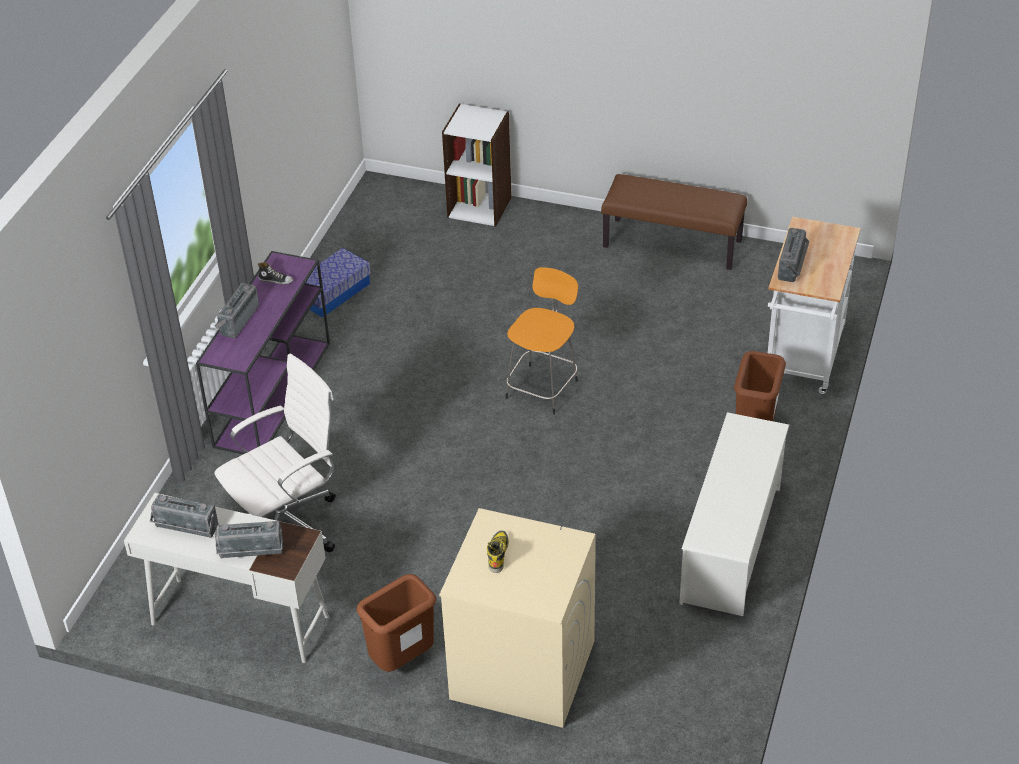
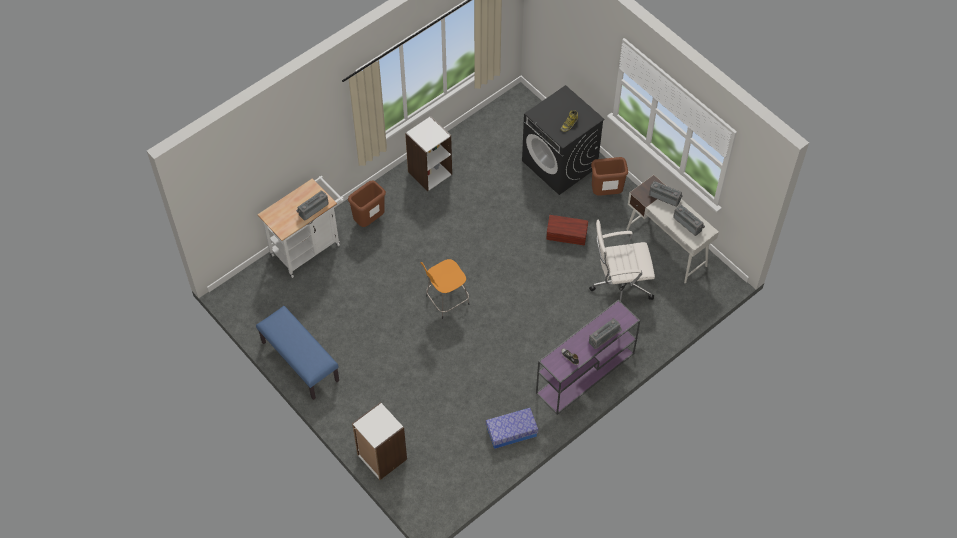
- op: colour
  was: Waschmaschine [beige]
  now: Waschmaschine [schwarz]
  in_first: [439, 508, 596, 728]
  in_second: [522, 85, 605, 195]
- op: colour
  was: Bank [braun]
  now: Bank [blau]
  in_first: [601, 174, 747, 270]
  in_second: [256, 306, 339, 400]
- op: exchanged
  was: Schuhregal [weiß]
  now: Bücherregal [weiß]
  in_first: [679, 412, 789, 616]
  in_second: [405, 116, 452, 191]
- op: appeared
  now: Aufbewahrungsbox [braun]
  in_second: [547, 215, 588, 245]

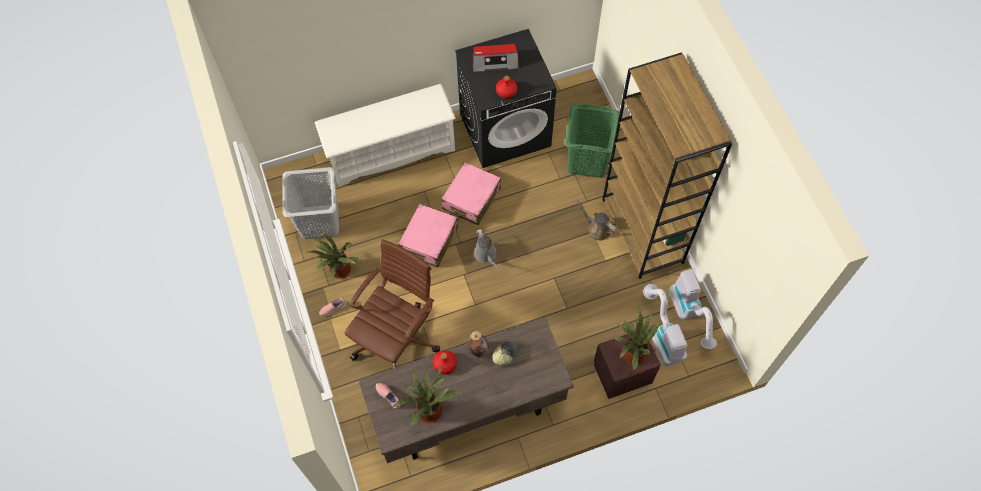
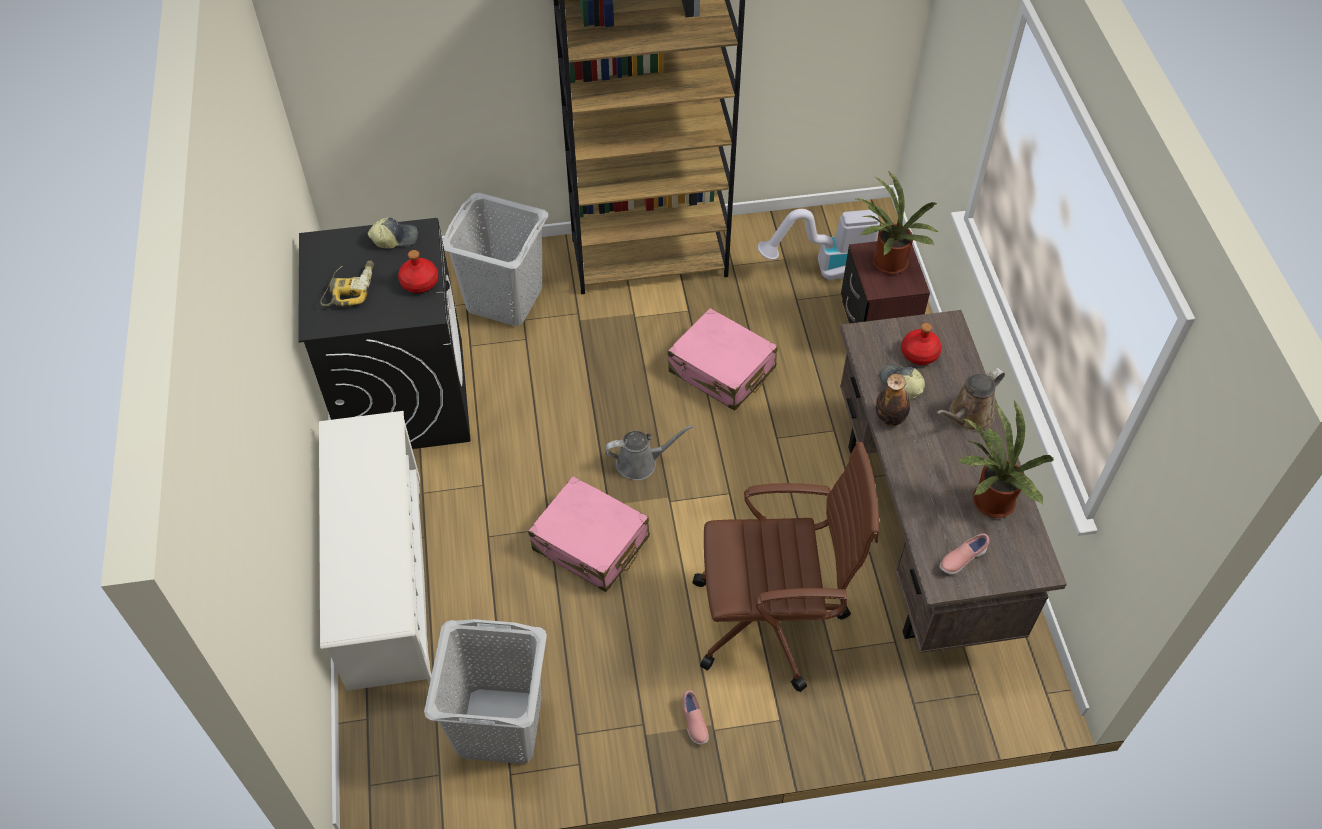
- op: missing
  was: Topfpflanze
  in_first: [306, 231, 360, 279]
- op: spun
  was: Bürostuhl [braun]
  in_first: [345, 240, 440, 369]
  in_second: [692, 442, 879, 692]
  clockwise: 135
- op: relocated
  was: Flasche [rot]
  in_first: [433, 351, 457, 375]
  in_second: [901, 323, 942, 365]
- op: relocated
  was: Koffer [rosa]
  in_first: [441, 162, 501, 225]
  in_second: [668, 308, 778, 411]
- op: exchanged
  was: Radio
  now: Bohrmaschine
  in_first: [473, 44, 519, 72]
  in_second: [320, 260, 374, 306]
- op: colour
  was: Wäschekorb [grün]
  now: Wäschekorb [grau]
  in_first: [565, 104, 620, 178]
  in_second: [442, 193, 548, 326]
- op: relocated
  was: Gießkanne [braun]
  in_first: [575, 198, 616, 241]
  in_second: [936, 368, 1005, 431]
- op: missing
  was: Staubsauger
  in_first: [669, 269, 717, 349]
- op: appeared
  now: Kappe
  in_second: [368, 217, 418, 249]

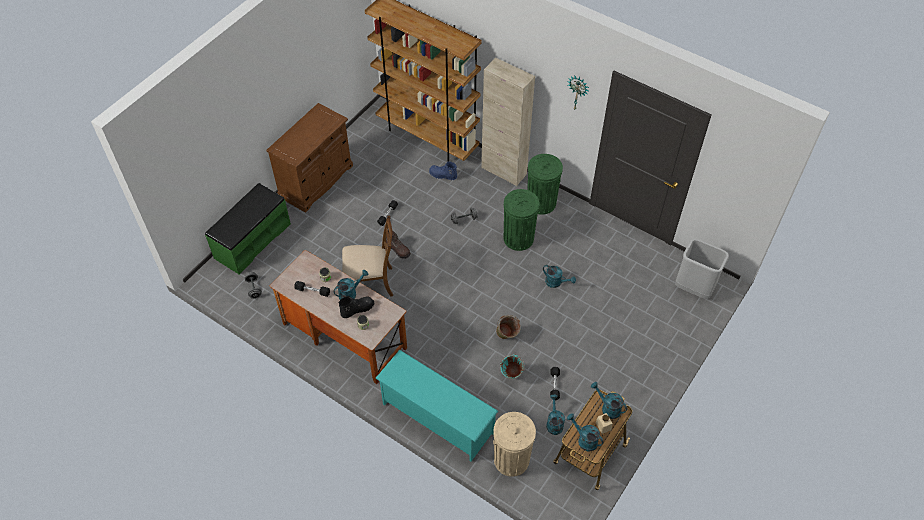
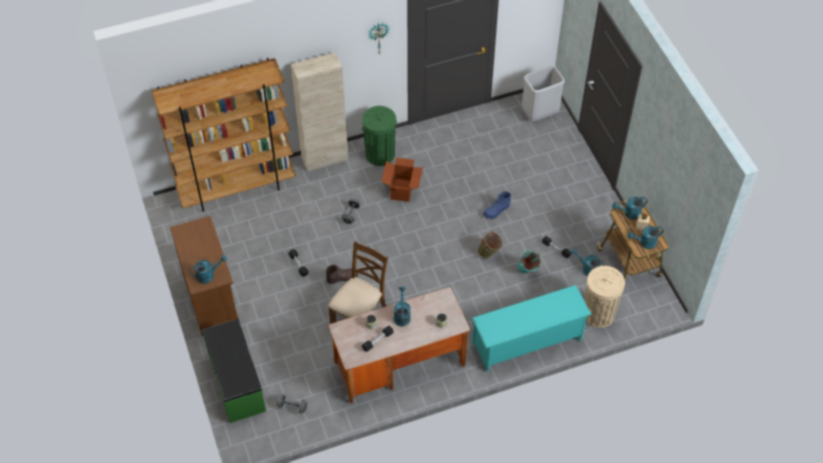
- op: missing
  was: Stiefel [schwarz]
  in_first: [339, 296, 374, 318]
- op: relocated
  was: Stiefel [blau]
  in_first: [429, 161, 457, 180]
  in_second: [483, 191, 512, 219]
- op: exchanged
  was: Mülleimer [grün]
  now: Karton
  in_first: [504, 189, 540, 251]
  in_second: [381, 157, 423, 202]
- op: relocated
  was: Gießkanne [türkis]
  in_first: [543, 265, 576, 288]
  in_second: [190, 255, 227, 284]

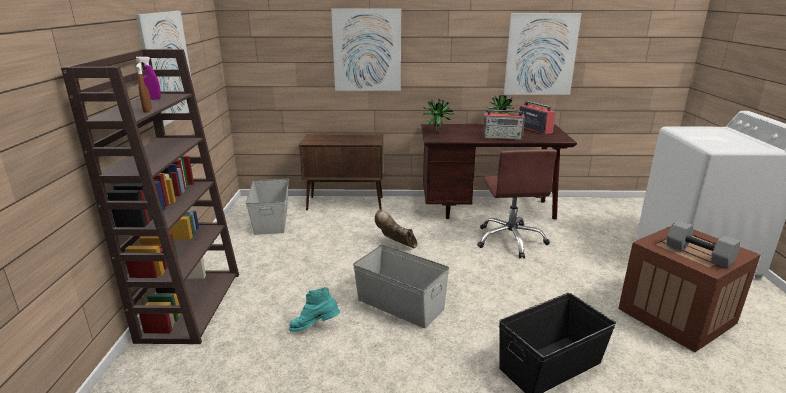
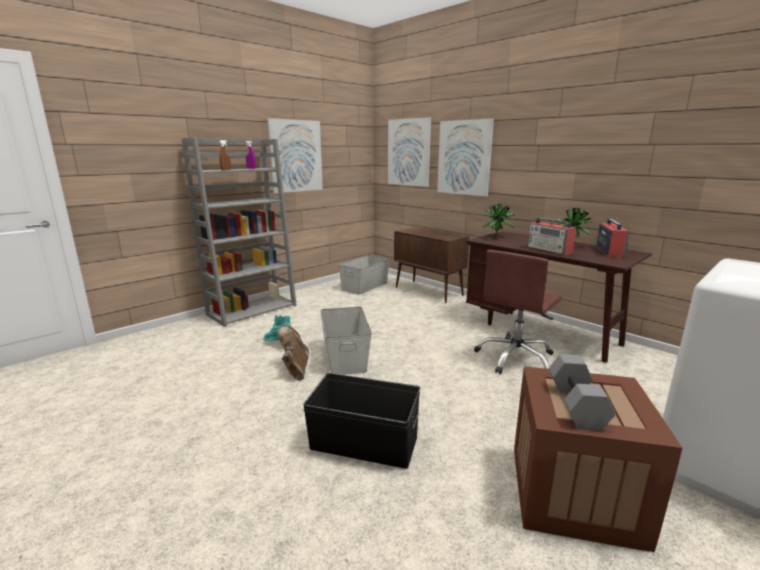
- op: colour
  was: Bücherregal [braun]
  now: Bücherregal [grau]
  in_first: [61, 49, 239, 344]
  in_second: [182, 138, 297, 327]
- op: relocated
  was: Stiefel [braun]
  in_first: [375, 209, 417, 248]
  in_second: [277, 325, 309, 381]
- op: relocated
  was: Bild
  in_first: [504, 13, 582, 95]
  in_second: [388, 117, 431, 187]

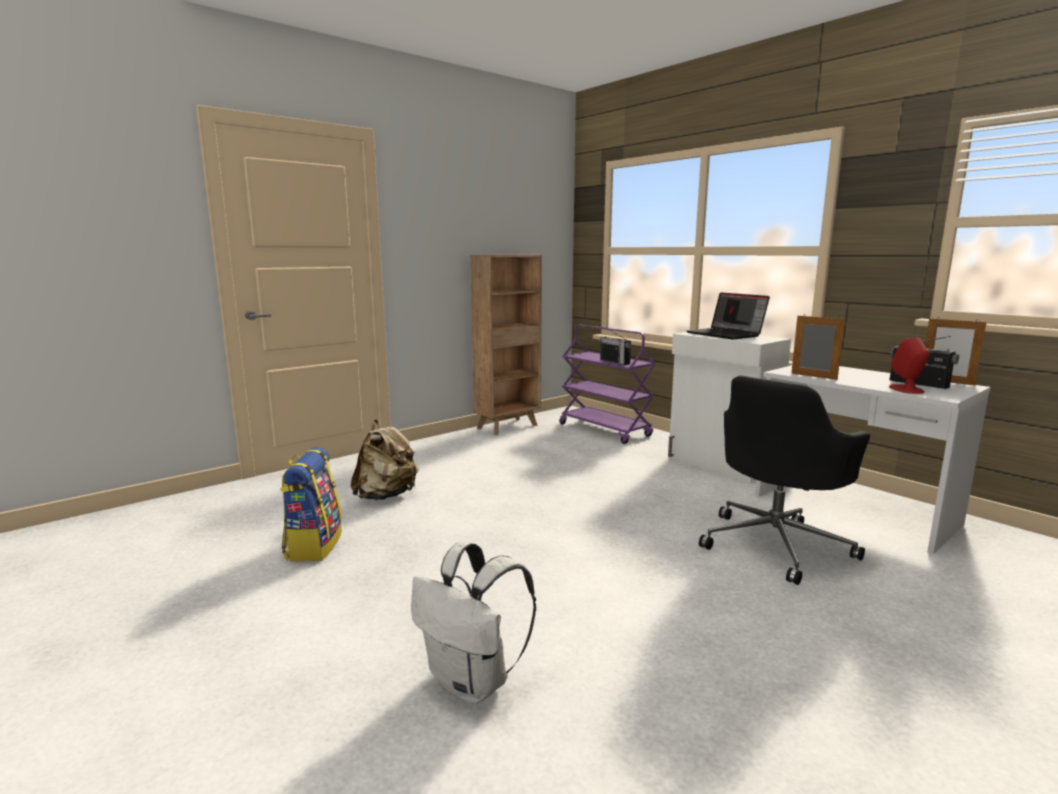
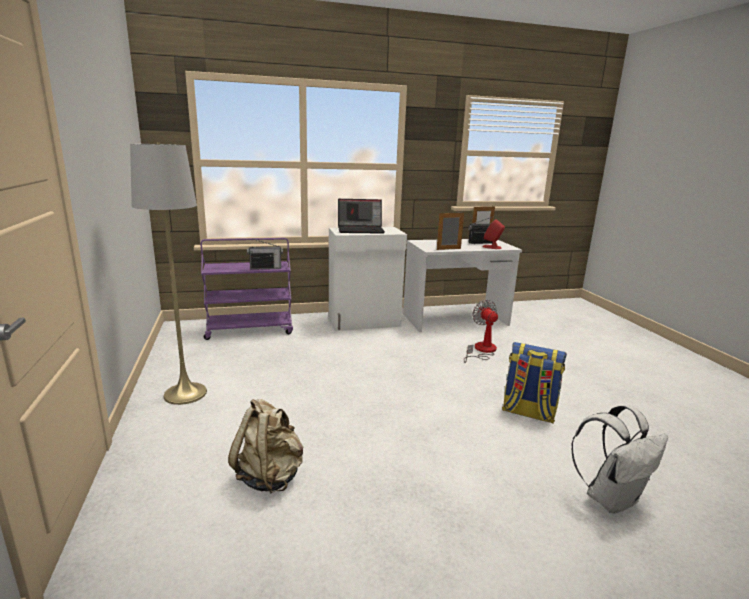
- op: relocated
  was: Rucksack
  in_first: [280, 447, 342, 561]
  in_second: [502, 342, 567, 423]
- op: missing
  was: Bücherregal [braun]
  in_first: [470, 255, 542, 435]
- op: exchanged
  was: Bürostuhl [schwarz]
  now: Ventilator
  in_first: [699, 376, 870, 585]
  in_second: [464, 300, 498, 363]
- op: appeared
  now: Stehlampe [grau]
  in_second: [130, 142, 207, 405]

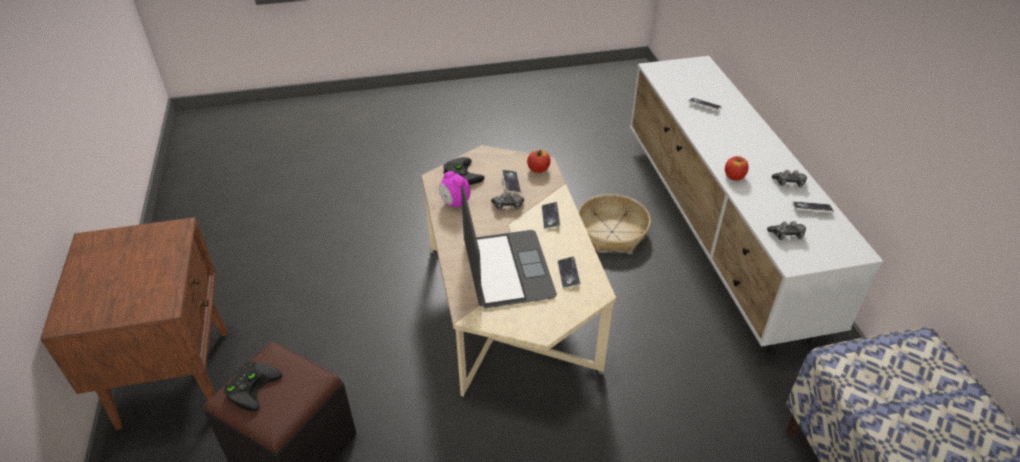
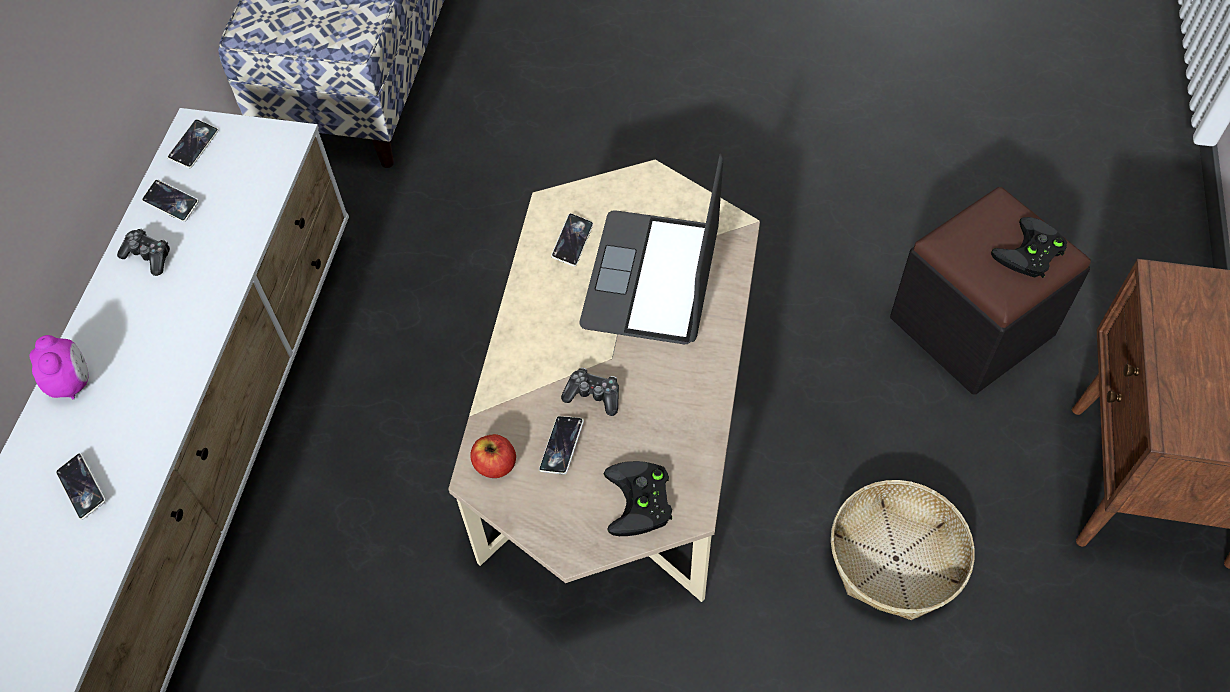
- op: relocated
  was: Wecker
  in_first: [439, 171, 471, 207]
  in_second: [29, 335, 89, 399]
- op: relocated
  was: Handy
  in_first: [541, 202, 561, 229]
  in_second: [167, 119, 218, 168]
- op: relocated
  was: Korb
  in_first: [578, 194, 651, 252]
  in_second: [831, 480, 975, 620]
- op: missing
  was: Apfel
  in_first: [725, 156, 749, 181]
- op: missing
  was: Gamepad
  in_first: [767, 221, 806, 240]

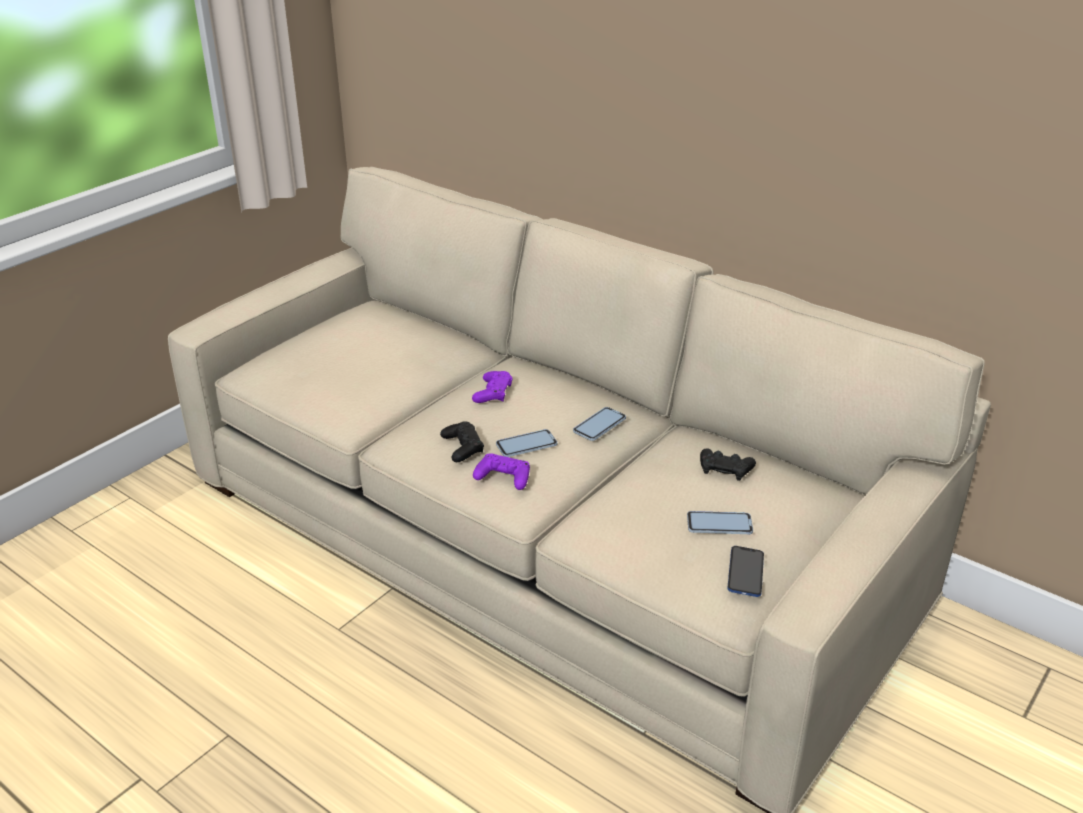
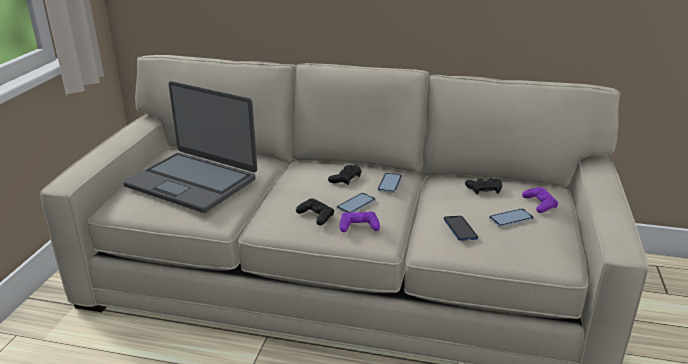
- op: relocated
  was: Gamepad [lila]
  in_first: [472, 371, 512, 403]
  in_second: [522, 187, 558, 213]
- op: relocated
  was: Handy
  in_first: [727, 546, 764, 597]
  in_second: [444, 216, 478, 241]
- op: appeared
  now: Laptop
  in_second: [123, 81, 257, 213]
- op: appeared
  now: Gamepad [schwarz]
  in_second: [328, 165, 362, 185]

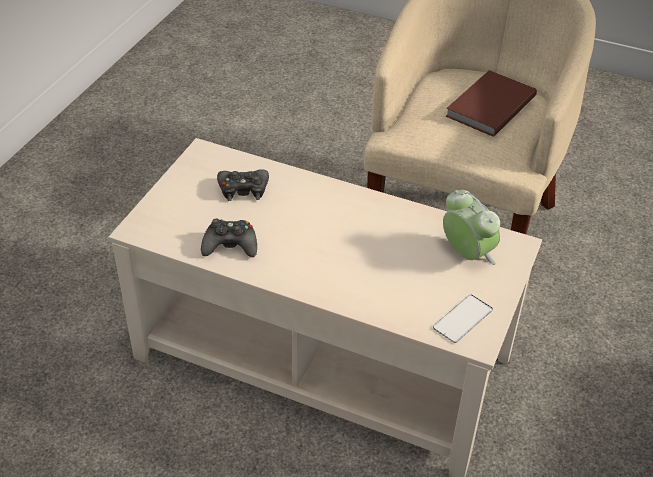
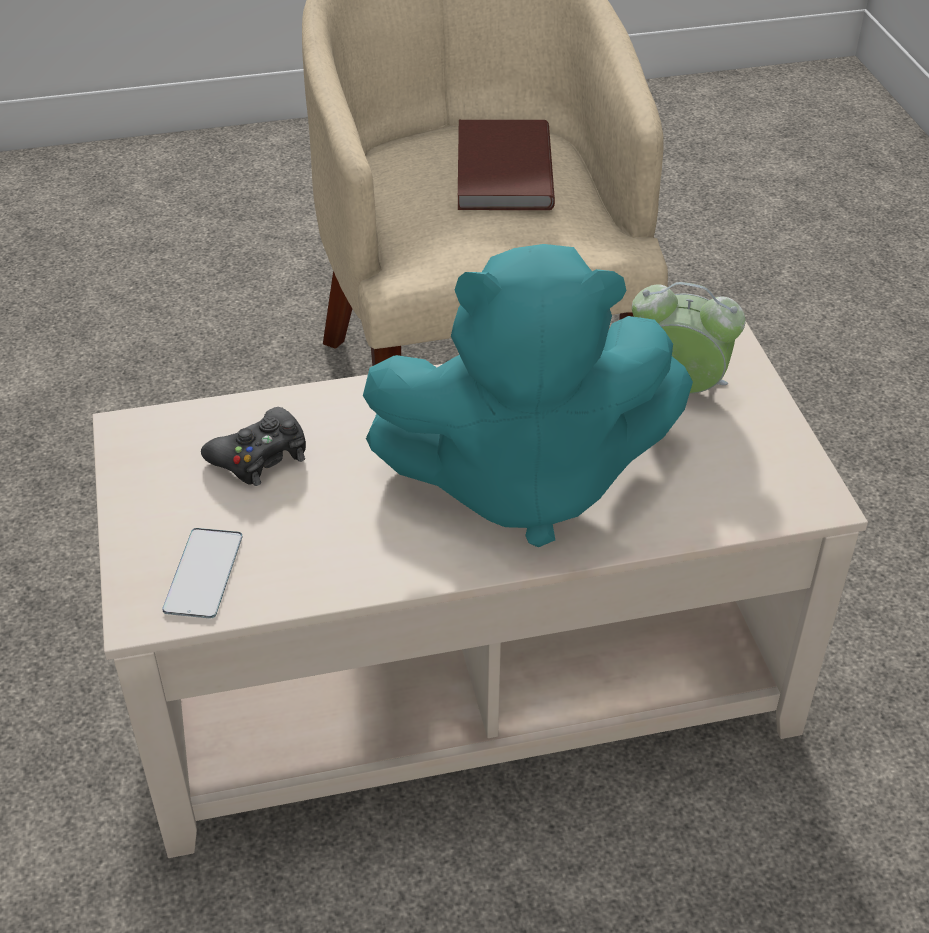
- op: missing
  was: Gamepad [schwarz]
  in_first: [201, 219, 257, 257]
- op: relocated
  was: Handy
  in_first: [433, 295, 493, 343]
  in_second: [162, 528, 242, 619]
- op: appeared
  now: Plüschtier [türkis]
  in_second: [363, 244, 693, 547]

